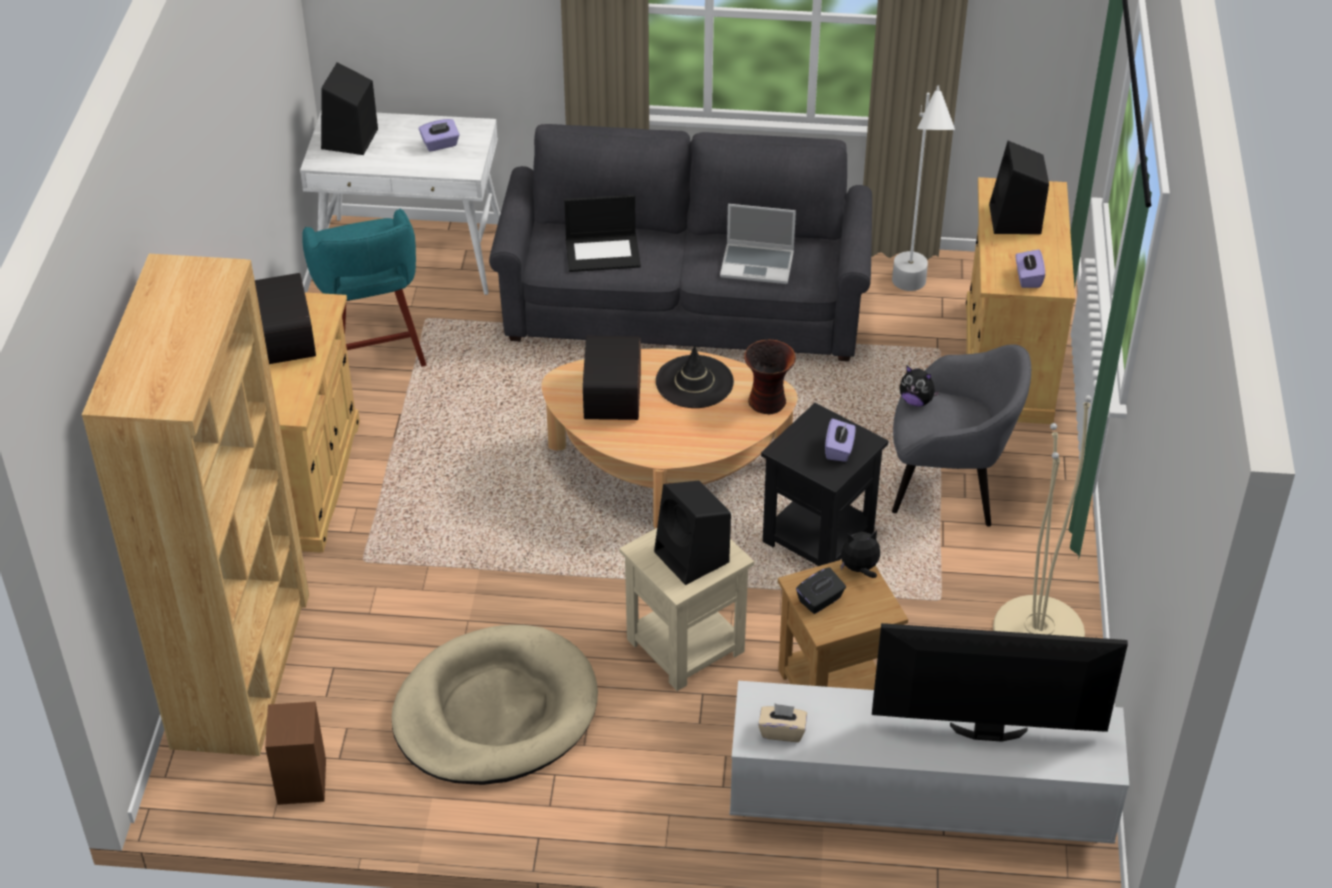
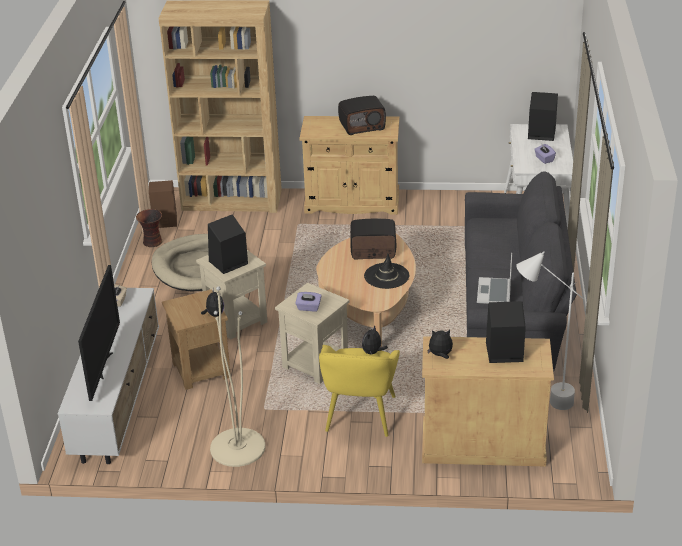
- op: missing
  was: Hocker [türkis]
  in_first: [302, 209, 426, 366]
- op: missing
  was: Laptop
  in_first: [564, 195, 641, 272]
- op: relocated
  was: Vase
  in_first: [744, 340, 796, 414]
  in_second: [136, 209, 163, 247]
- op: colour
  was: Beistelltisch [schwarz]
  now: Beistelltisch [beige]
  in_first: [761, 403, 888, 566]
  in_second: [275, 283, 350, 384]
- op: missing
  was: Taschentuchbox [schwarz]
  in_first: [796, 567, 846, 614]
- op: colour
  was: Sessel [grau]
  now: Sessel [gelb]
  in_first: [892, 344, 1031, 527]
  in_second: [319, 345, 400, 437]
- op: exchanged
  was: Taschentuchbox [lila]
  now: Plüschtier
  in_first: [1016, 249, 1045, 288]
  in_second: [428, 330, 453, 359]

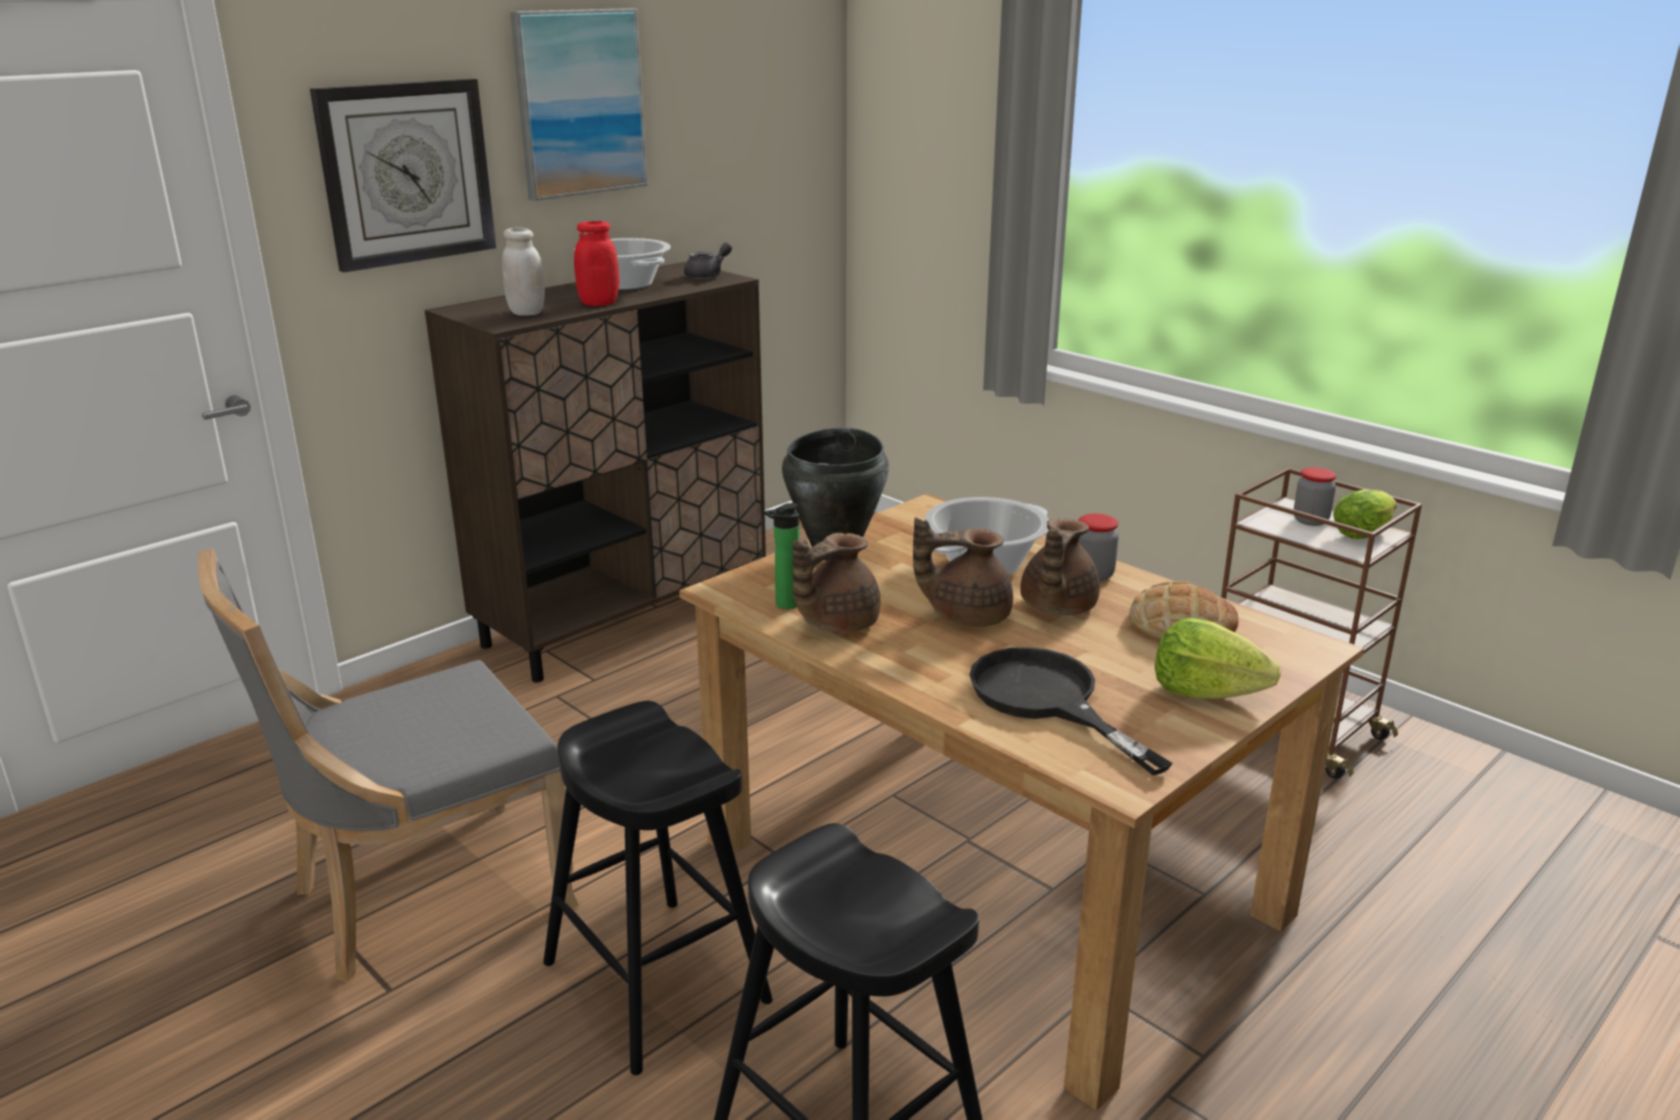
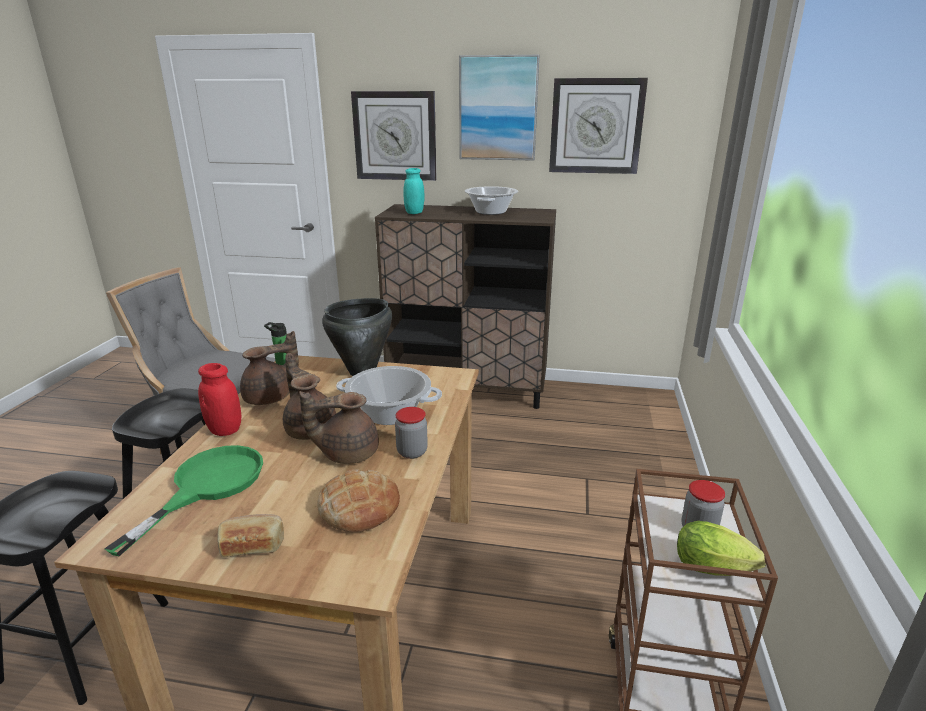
- op: colour
  was: Vorratsglas [weiß]
  now: Vorratsglas [türkis]
  in_first: [502, 227, 545, 316]
  in_second: [404, 168, 424, 214]
- op: relocated
  was: Vorratsglas [rot]
  in_first: [574, 221, 620, 306]
  in_second: [198, 363, 242, 436]
- op: missing
  was: Teekanne [grau]
  in_first: [684, 242, 732, 279]
- op: spun
  was: Teekanne [braun]
  in_first: [793, 533, 881, 633]
  in_second: [240, 331, 299, 405]
  clockwise: 135
- op: colour
  was: Pfanne [schwarz]
  now: Pfanne [grün]
  in_first: [969, 647, 1173, 775]
  in_second: [104, 445, 263, 556]
- op: exchanged
  was: Salatkopf
  now: Brot
  in_first: [1155, 618, 1281, 699]
  in_second: [217, 514, 284, 557]
- op: appeared
  now: Wanduhr
  in_second: [549, 78, 648, 174]

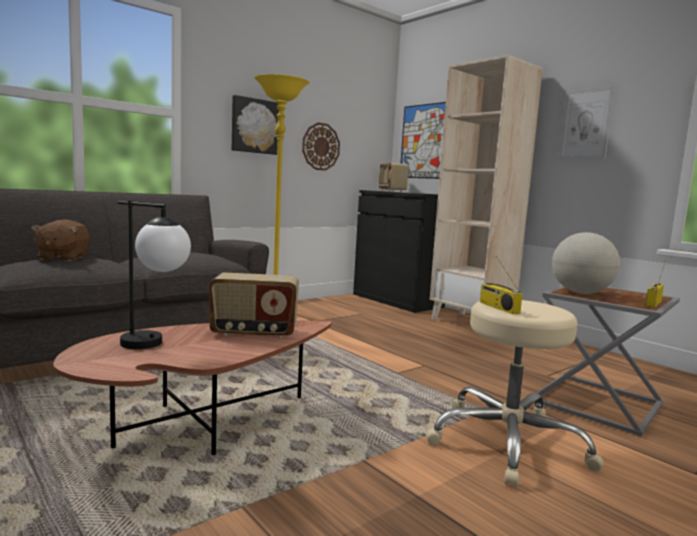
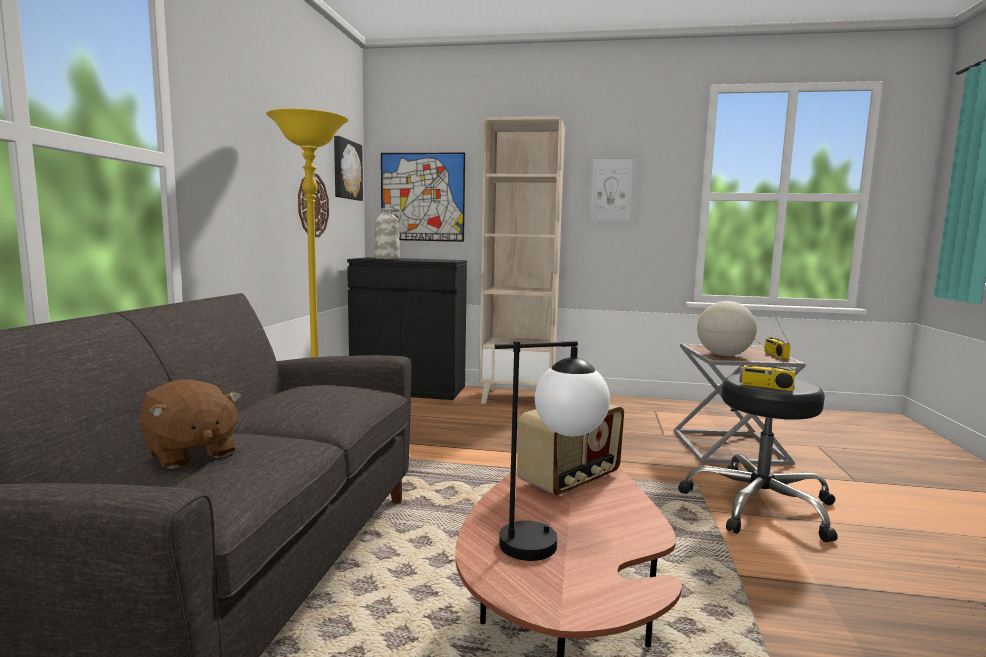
- op: relocated
  was: Bild
  in_first: [232, 95, 279, 155]
  in_second: [334, 136, 363, 201]
- op: exchanged
  was: Radio
  now: Vase [weiß]
  in_first: [379, 163, 409, 192]
  in_second: [374, 207, 402, 259]
- op: colour
  was: Hocker [beige]
  now: Hocker [schwarz]
  in_first: [426, 300, 604, 487]
  in_second: [678, 374, 838, 542]

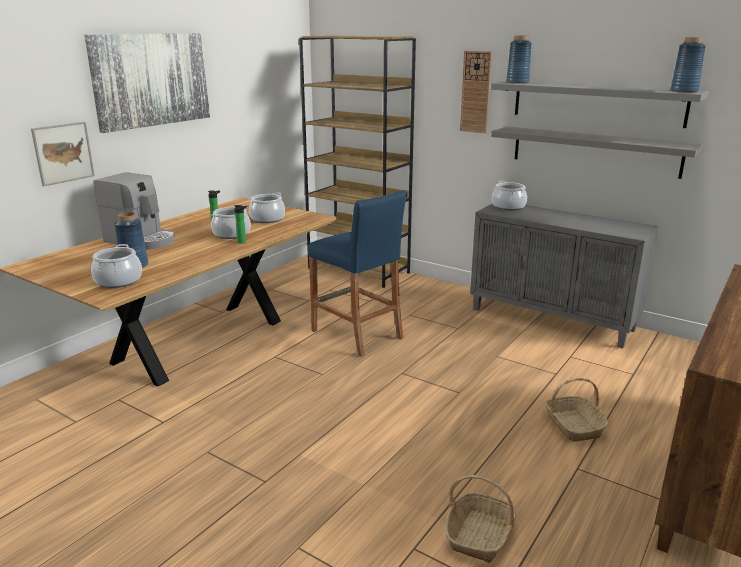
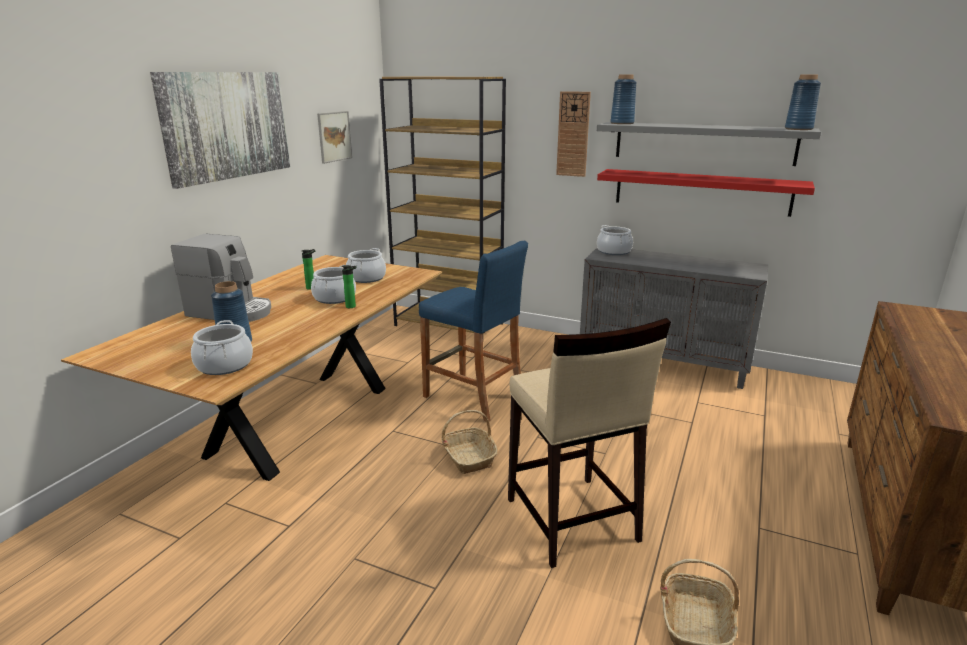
- op: relocated
  was: Bild
  in_first: [31, 122, 95, 186]
  in_second: [317, 111, 352, 164]
- op: colour
  was: Wandregal [grau]
  now: Wandregal [rot]
  in_first: [491, 126, 703, 179]
  in_second: [597, 169, 815, 217]
- op: relocated
  was: Korb
  in_first: [545, 378, 608, 442]
  in_second: [441, 410, 498, 474]
- op: appeared
  now: Hocker [beige]
  in_second: [508, 318, 671, 568]

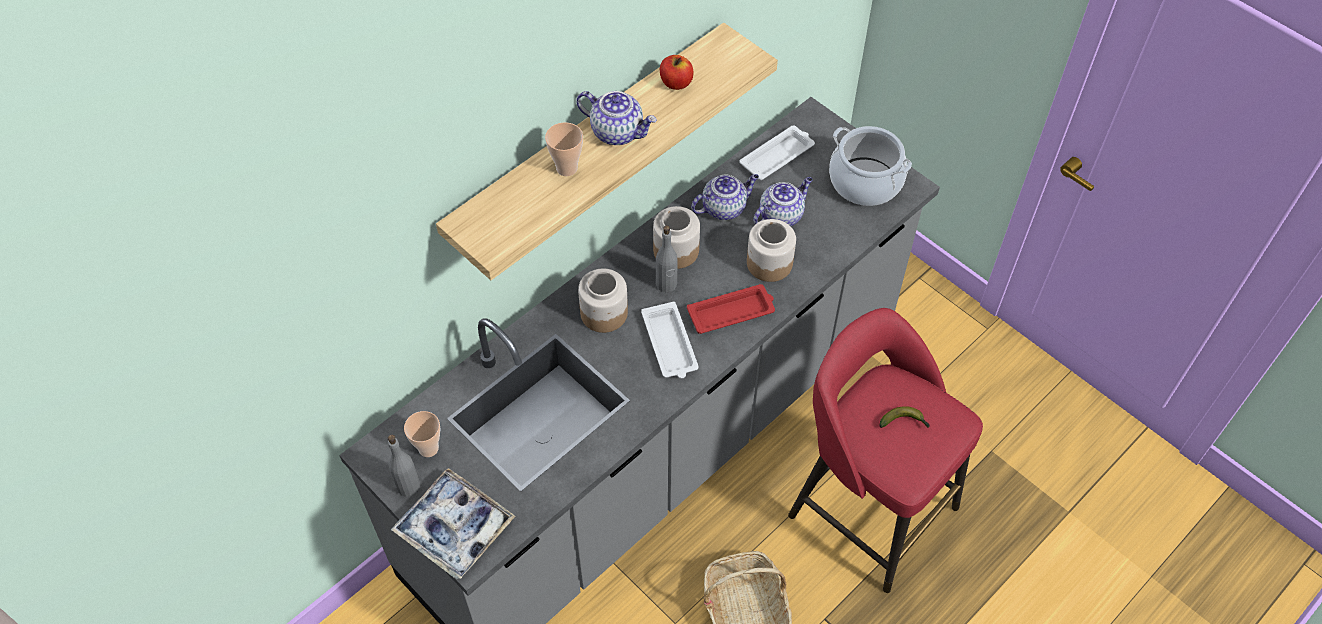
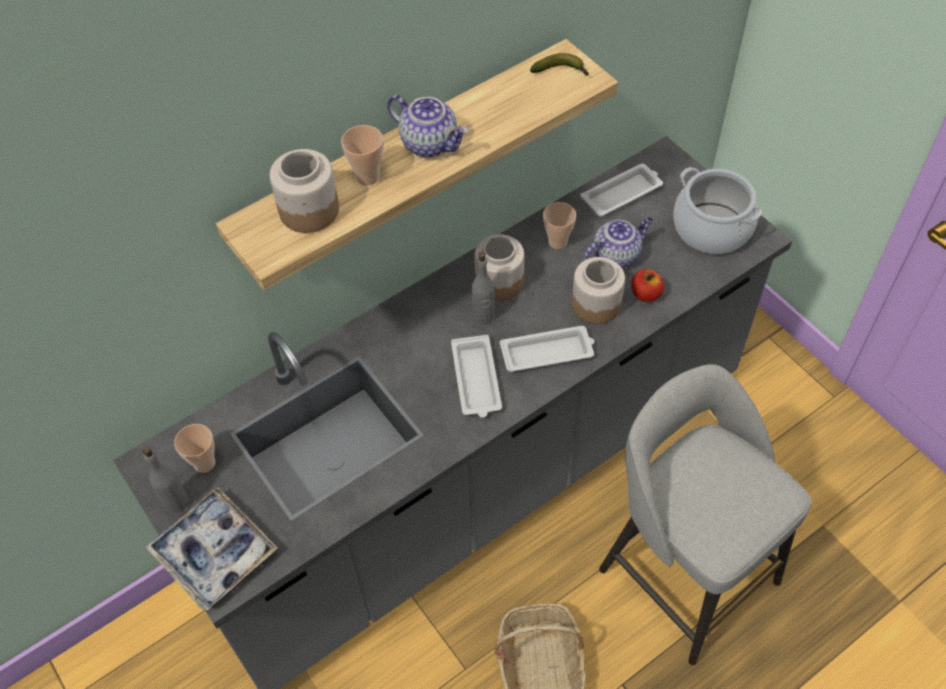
- op: relocated
  was: Vorratsglas
  in_first: [578, 269, 628, 333]
  in_second: [269, 149, 339, 233]
- op: relocated
  was: Apfel
  in_first: [660, 55, 693, 90]
  in_second: [631, 269, 664, 302]
- op: colour
  was: Tablett [rot]
  now: Tablett [weiß]
  in_first: [687, 284, 775, 334]
  in_second: [500, 326, 594, 372]
- op: exchanged
  was: Teekanne
  now: Tasse
  in_first: [691, 174, 759, 220]
  in_second: [543, 202, 576, 249]
- op: colour
  was: Hocker [rot]
  now: Hocker [grau]
  in_first: [788, 308, 983, 593]
  in_second: [599, 364, 811, 665]
- op: relocated
  was: Banane
  in_first: [879, 406, 930, 428]
  in_second: [530, 53, 589, 76]

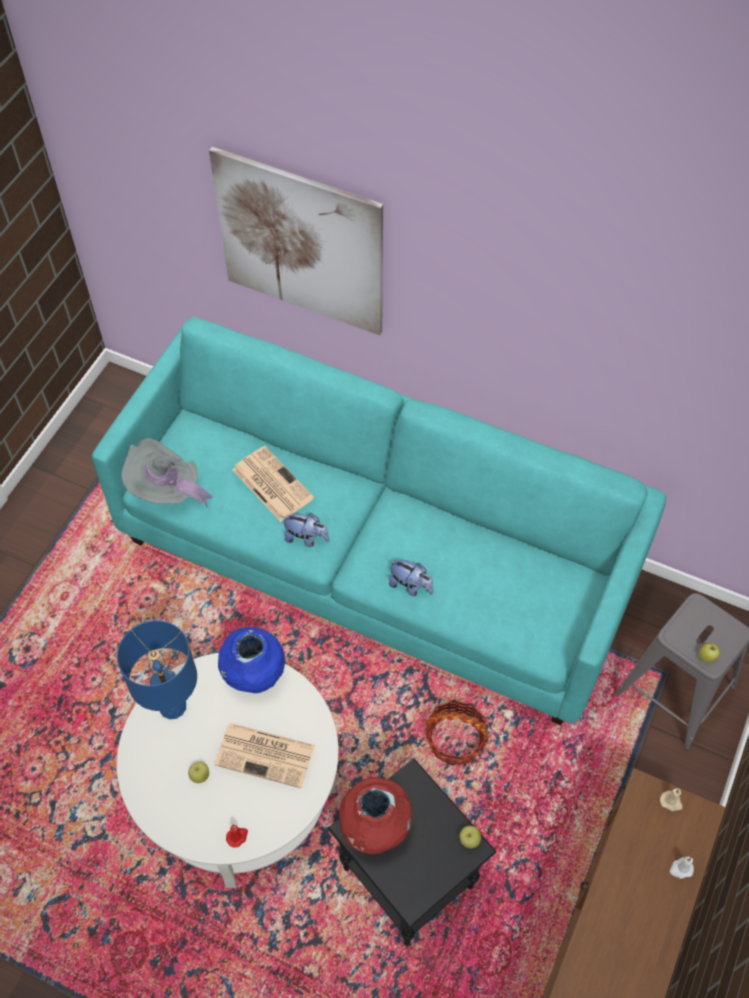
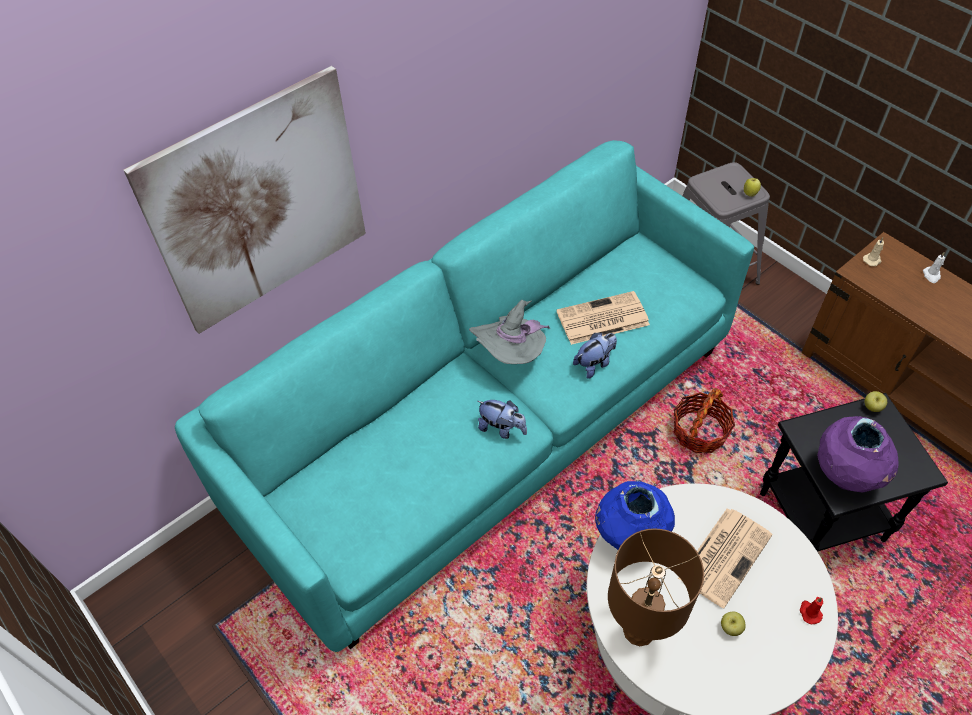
- op: colour
  was: Tischlampe [blau]
  now: Tischlampe [braun]
  in_first: [117, 620, 197, 719]
  in_second: [608, 528, 704, 646]
- op: relocated
  was: Hut [grau]
  in_first: [121, 438, 212, 508]
  in_second: [469, 300, 550, 364]
- op: relocated
  was: Zeitung
  in_first: [232, 446, 314, 522]
  in_second: [556, 291, 650, 345]
- op: spun
  was: Plüschtier
  in_first: [281, 513, 329, 547]
  in_second: [478, 400, 527, 439]
  clockwise: 75
- op: colour
  was: Vase [rot]
  now: Vase [lila]
  in_first: [339, 777, 412, 854]
  in_second: [817, 416, 899, 492]

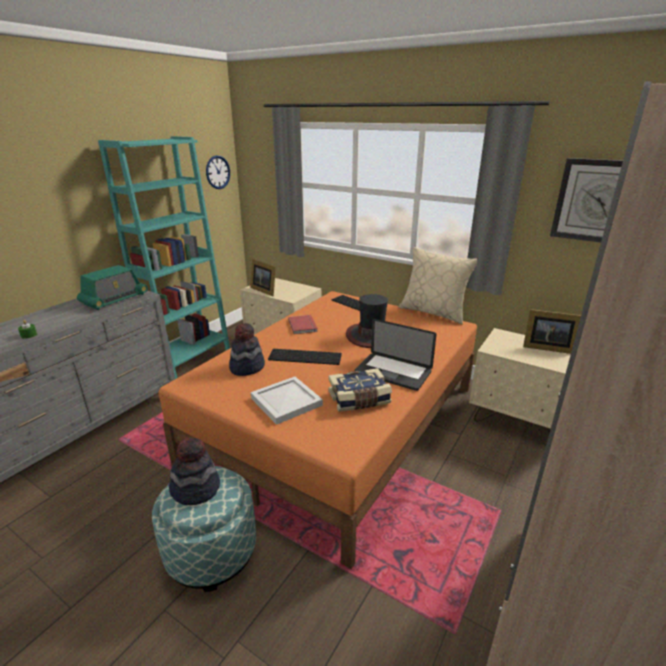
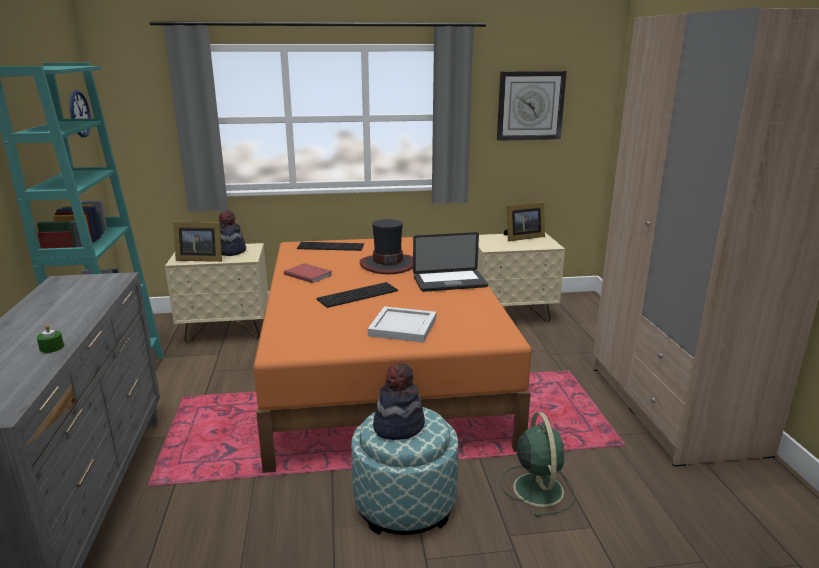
- op: missing
  was: Radio
  in_first: [77, 265, 148, 310]
- op: relocated
  was: Hut
  in_first: [229, 323, 265, 376]
  in_second: [219, 210, 246, 256]
- op: missing
  was: Buch
  in_first: [328, 368, 392, 412]
- op: missing
  was: Kissen [beige]
  in_first: [399, 247, 477, 324]
- op: appeared
  now: Ventilator [grün]
  in_second: [500, 412, 575, 517]

